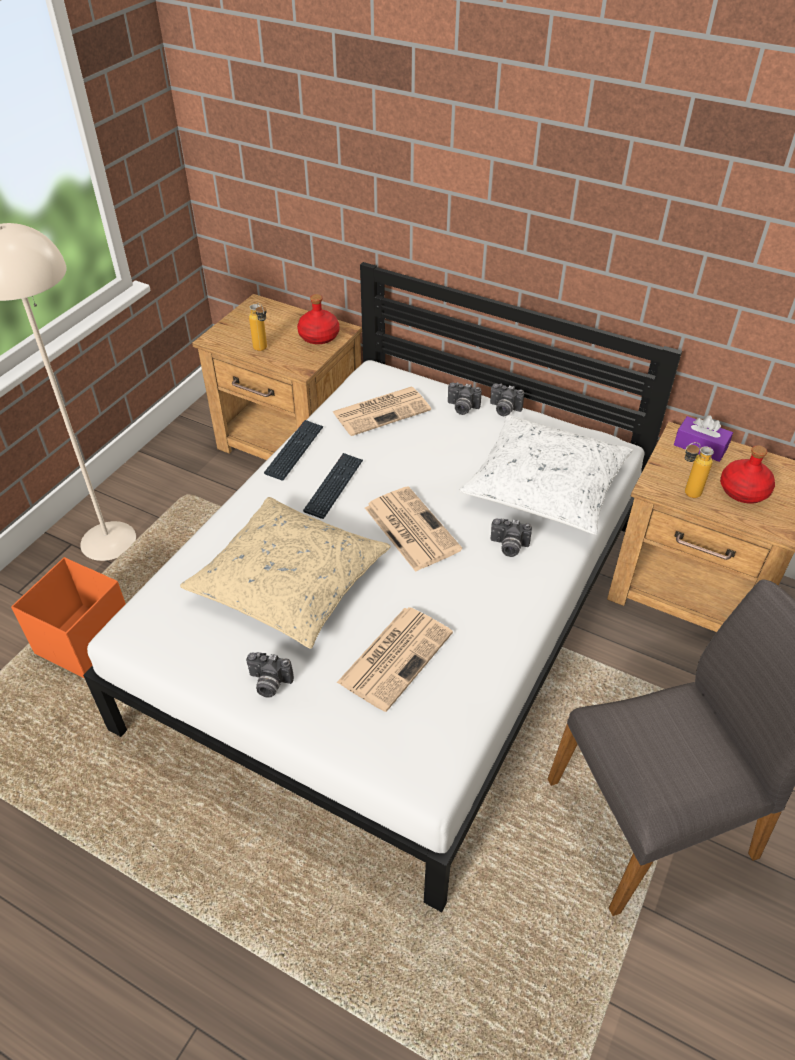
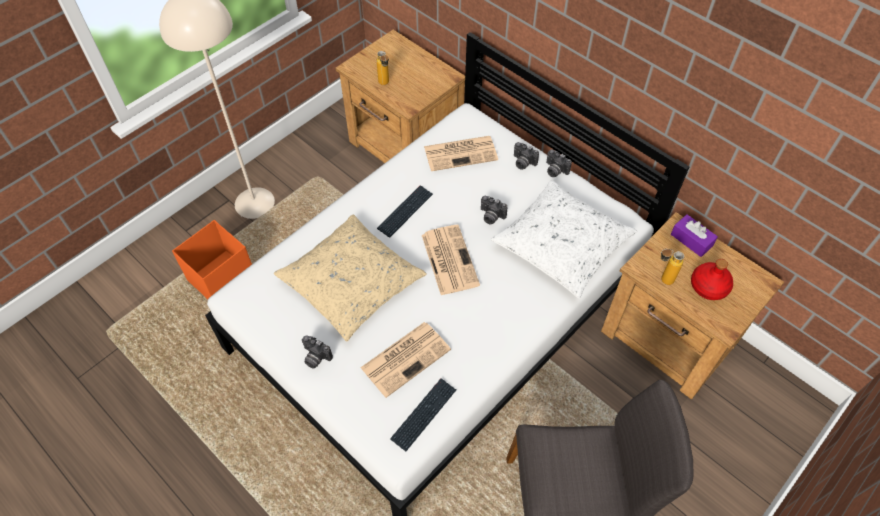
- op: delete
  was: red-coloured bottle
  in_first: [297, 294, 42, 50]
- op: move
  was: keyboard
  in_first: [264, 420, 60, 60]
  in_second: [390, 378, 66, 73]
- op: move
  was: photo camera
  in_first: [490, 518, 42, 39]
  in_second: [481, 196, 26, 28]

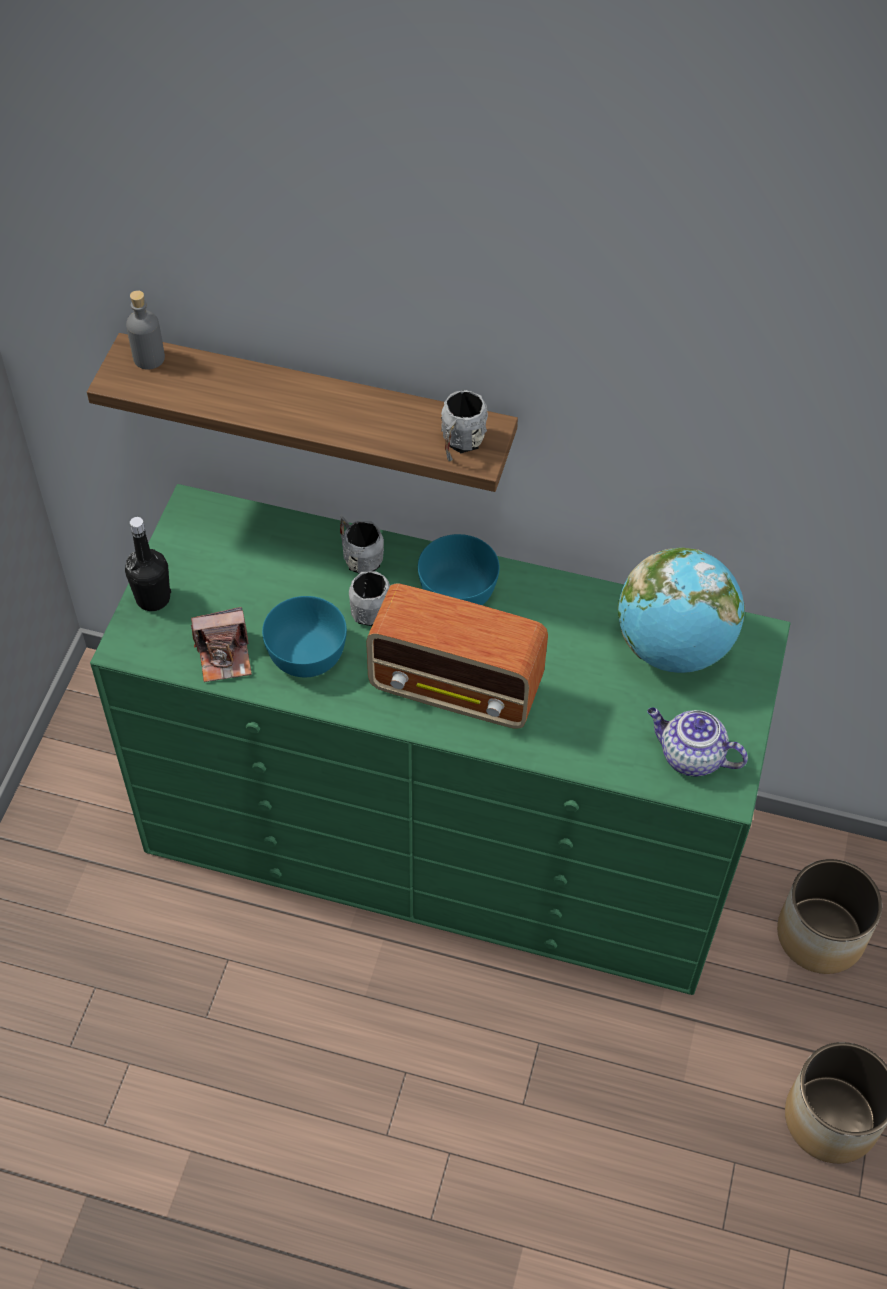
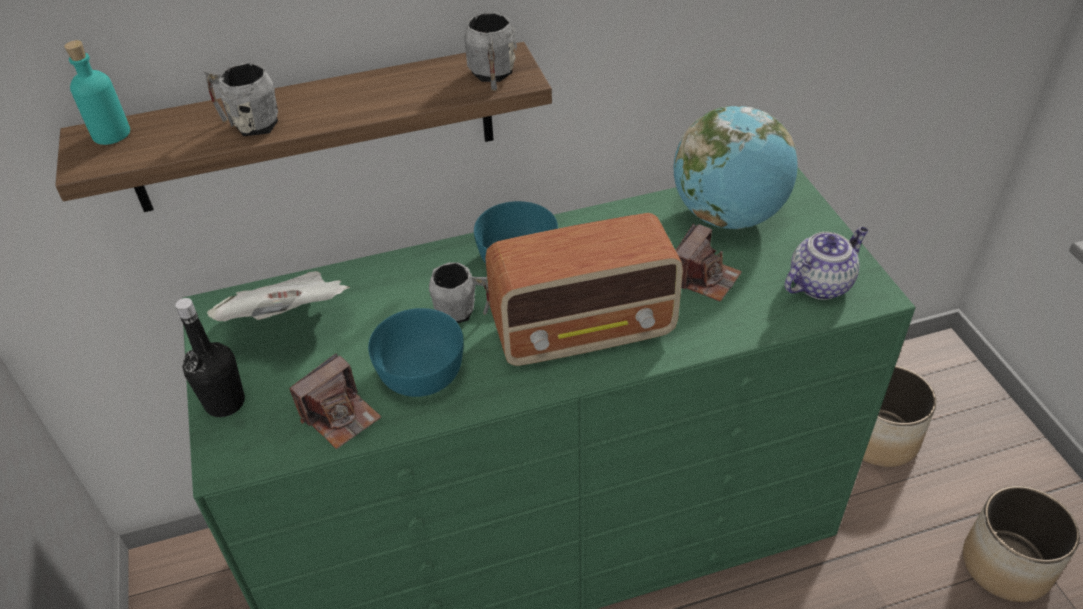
- op: insert
  now: printed paper
  in_second: [207, 271, 143, 50]
- op: insert
  now: photo camera
  in_second: [676, 223, 66, 79]
- op: move
  was: greyish mug
  in_first: [340, 514, 44, 59]
  in_second: [203, 62, 75, 74]
- op: recolor
  was: greyish bottle
  now: turquoise bottle
  in_first: [126, 290, 39, 80]
  in_second: [64, 40, 66, 105]
- op: rotate
  was: teapot
  in_first: [647, 707, 101, 70]
  in_second: [784, 227, 84, 73]
  clockwise: 150

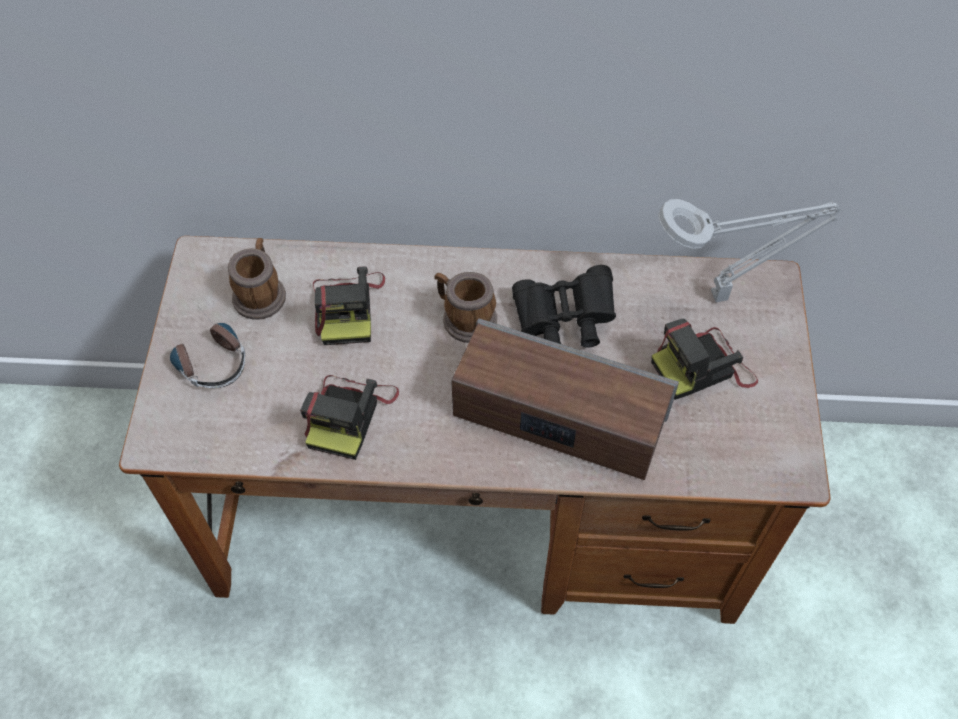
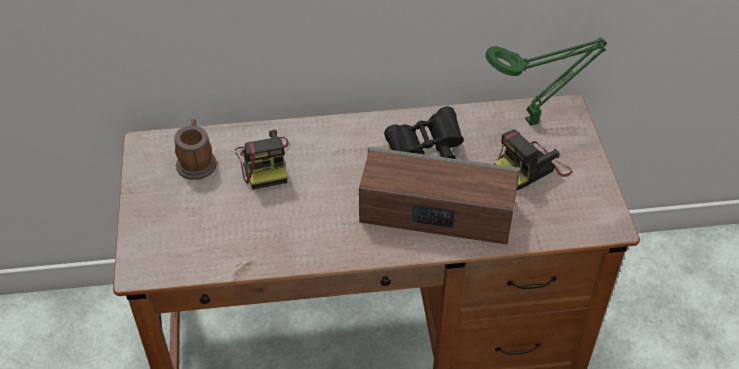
- op: delete
  was: pair of headphones
  in_first: [170, 310, 76, 78]
- op: delete
  was: photo camera
  in_first: [300, 375, 99, 85]
- op: delete
  was: mug
  in_first: [434, 272, 63, 71]
- op: recolor
  was: greyish table lamp
  now: greenish table lamp
  in_first: [658, 199, 183, 103]
  in_second: [485, 38, 122, 88]

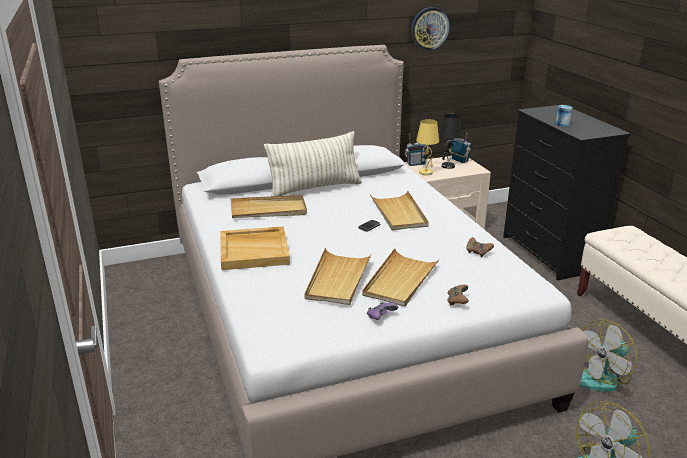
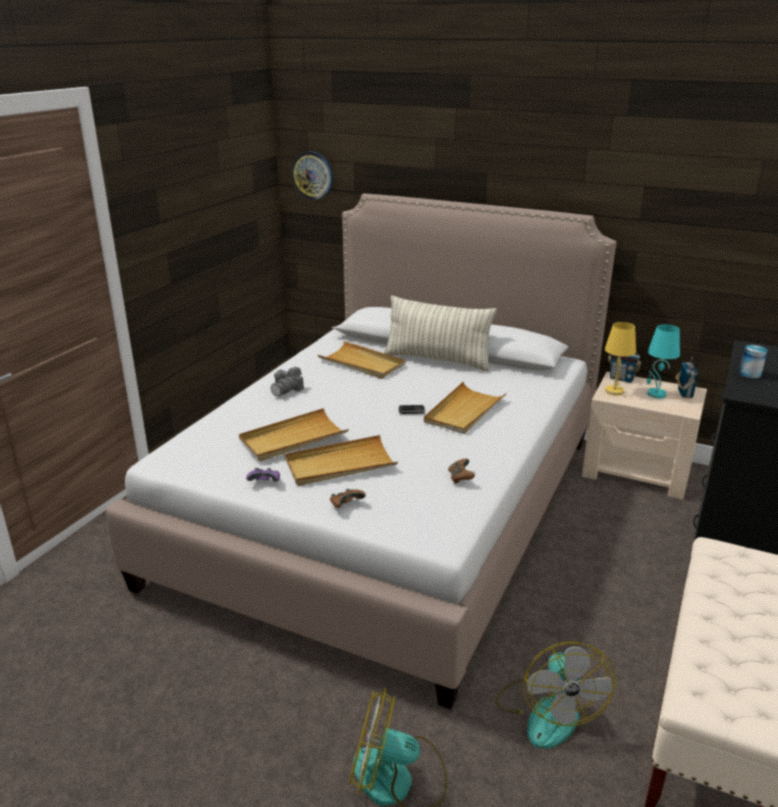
- op: move
  was: clock on the wall
  in_first: [411, 7, 39, 43]
  in_second: [291, 151, 42, 49]
- op: replace
  was: sand-coloured serving tray
  now: photo camera
  in_first: [221, 226, 69, 44]
  in_second: [271, 367, 33, 29]
- op: recolor
  was: blackish table lamp
  now: turquoise table lamp
  in_first: [439, 114, 23, 55]
  in_second: [647, 324, 33, 74]
- op: rotate
  was: electric fan
  in_first: [580, 319, 57, 73]
  in_second: [495, 642, 121, 107]
  clockwise: -105

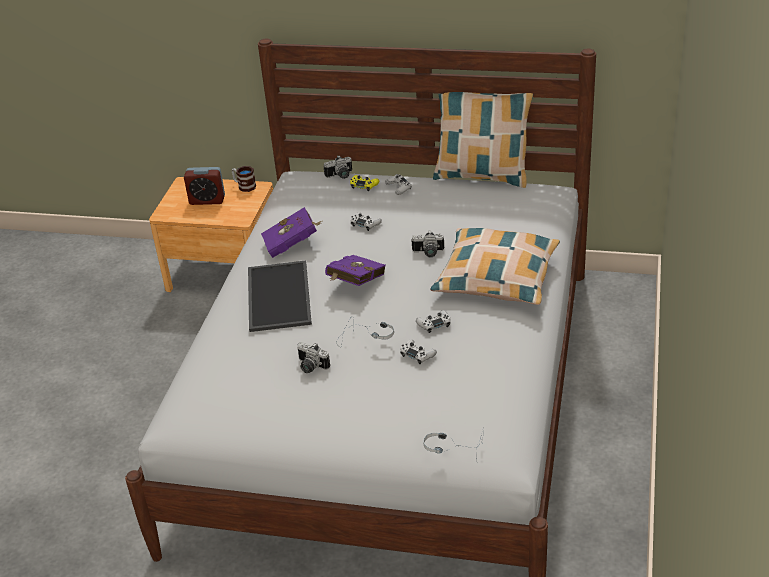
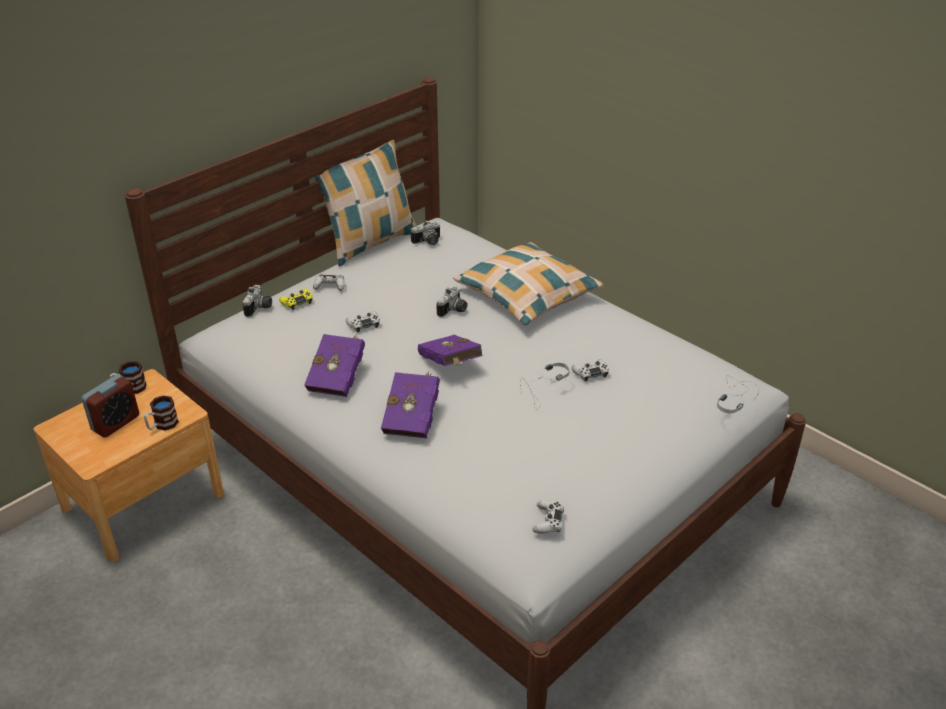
- op: insert
  now: mug
  in_second: [144, 395, 35, 36]
- op: move
  was: photo camera
  in_first: [297, 342, 33, 31]
  in_second: [411, 220, 29, 25]
- op: move
  was: whitish joypad
  in_first: [416, 310, 35, 23]
  in_second: [533, 501, 31, 33]
- op: replace
  was: serving tray
  now: purple-coloured book
  in_first: [248, 261, 64, 71]
  in_second: [381, 371, 59, 67]

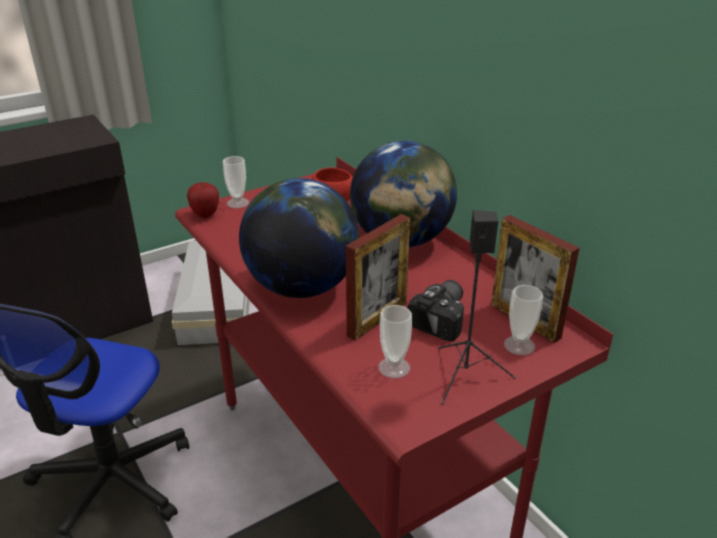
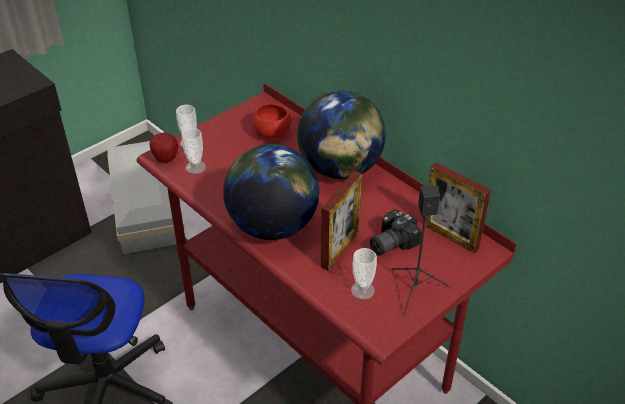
- op: move
  was: cup
  in_first: [504, 285, 39, 70]
  in_second: [182, 128, 24, 46]
- op: rotate
  was: photo camera
  in_first: [407, 280, 57, 62]
  in_second: [370, 209, 52, 46]
  clockwise: -150

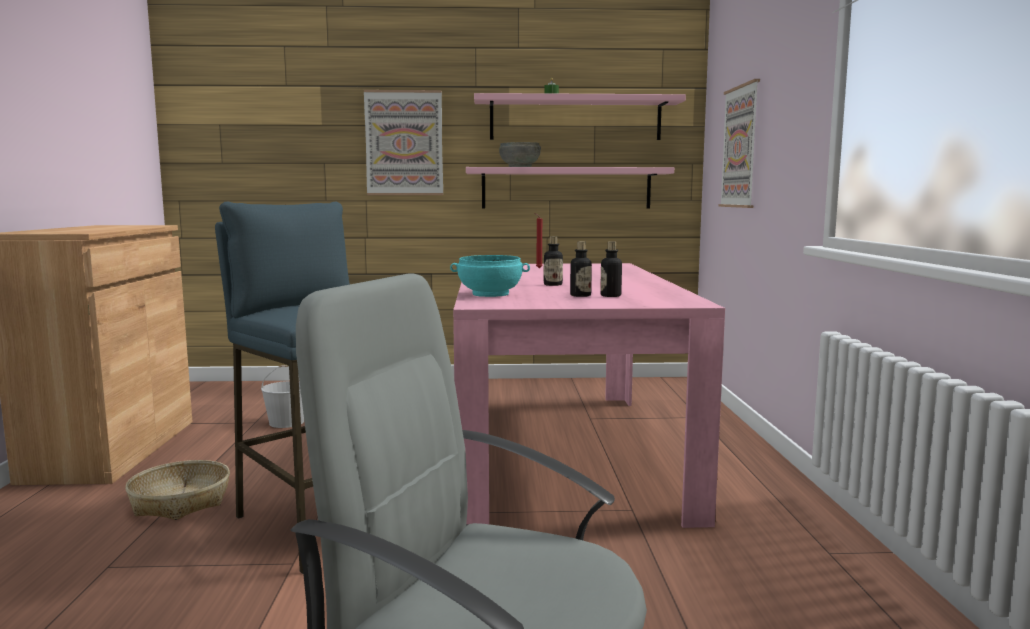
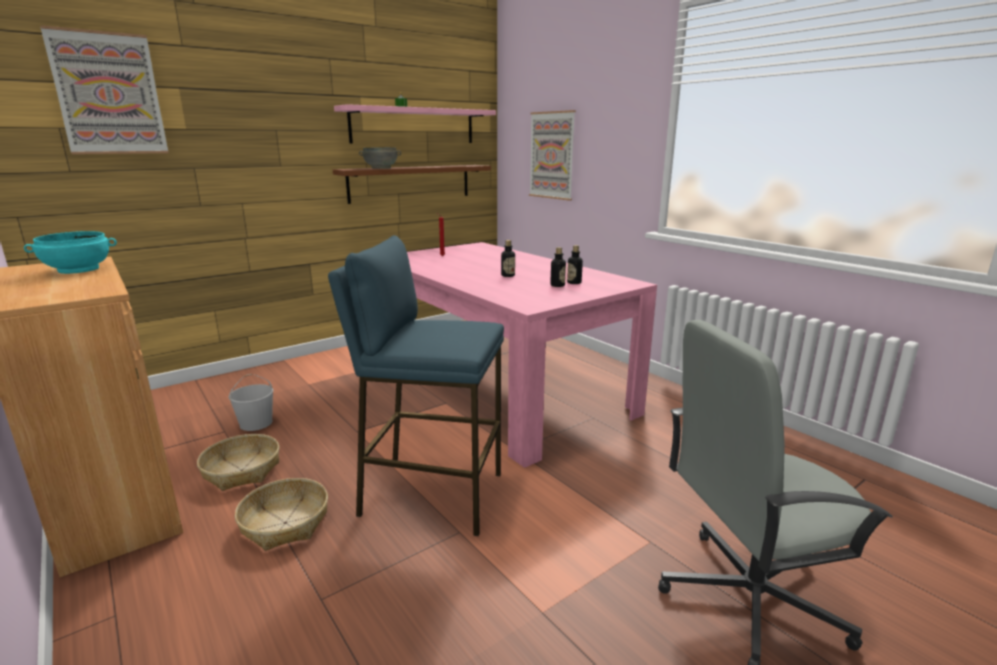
- op: insert
  now: household basket
  in_second: [197, 434, 82, 57]
- op: move
  was: wall art
  in_first: [364, 90, 79, 105]
  in_second: [40, 25, 129, 129]
- op: move
  was: turquoise deep dish
  in_first: [450, 255, 80, 42]
  in_second: [24, 231, 93, 43]
- op: recolor
  was: pinkish wall shelf
  now: brown-coloured wall shelf
  in_first: [466, 167, 208, 42]
  in_second: [333, 165, 158, 39]

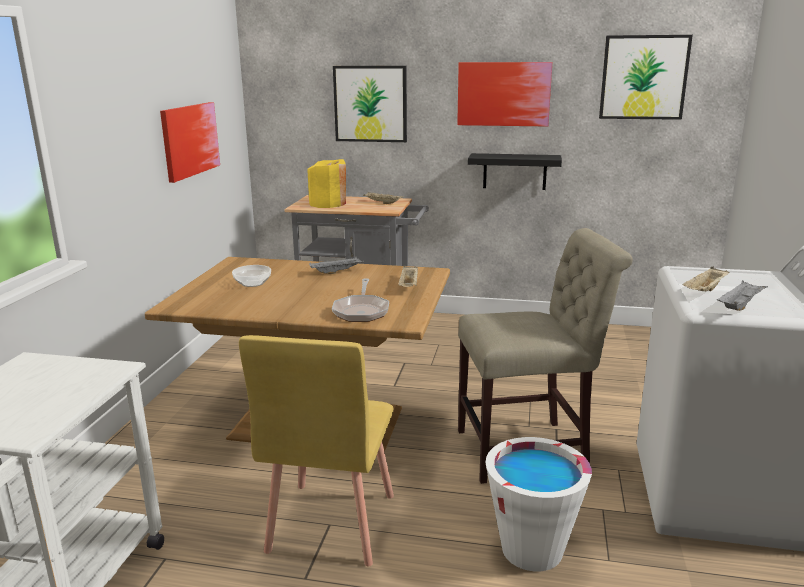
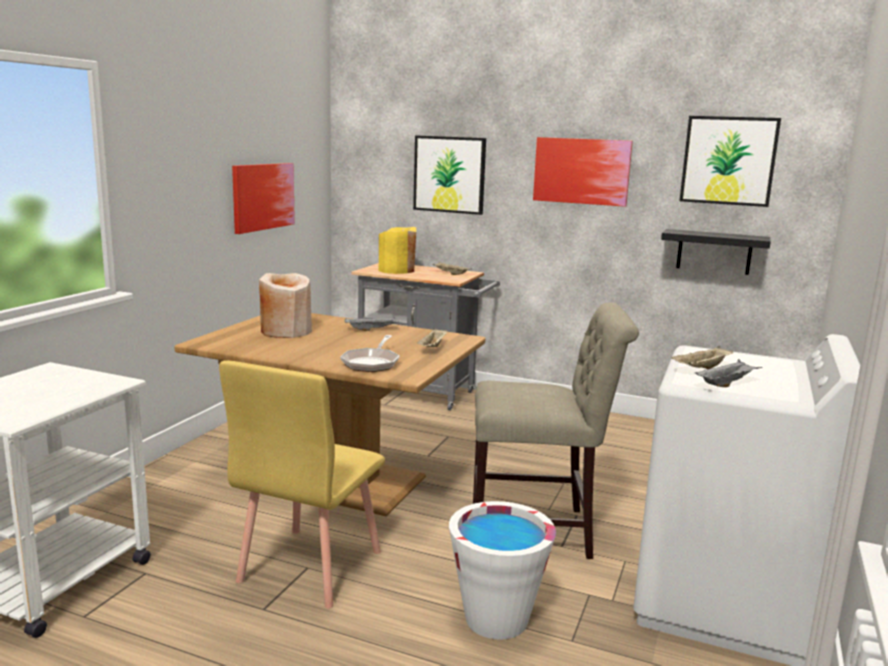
- op: move
  was: blackish wall shelf
  in_first: [468, 153, 94, 37]
  in_second: [661, 229, 110, 46]
- op: replace
  was: deep dish
  now: sand-coloured flower vase
  in_first: [232, 265, 39, 22]
  in_second: [259, 273, 53, 65]

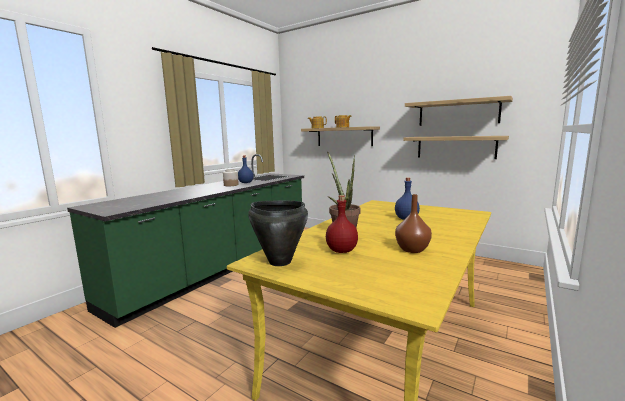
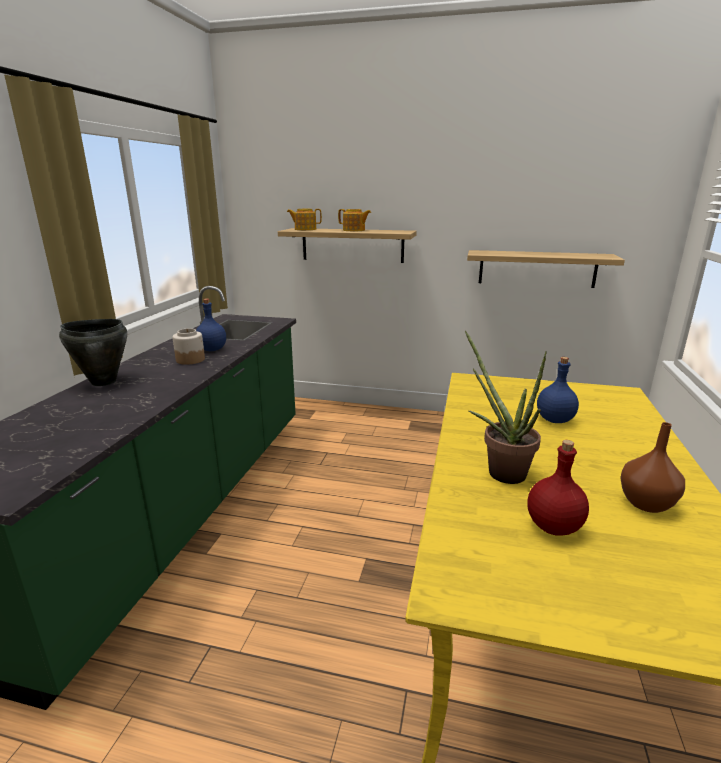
- op: delete
  was: wall shelf
  in_first: [405, 96, 108, 30]
- op: move
  was: blackish cooking pot
  in_first: [248, 201, 60, 65]
  in_second: [59, 319, 68, 67]

